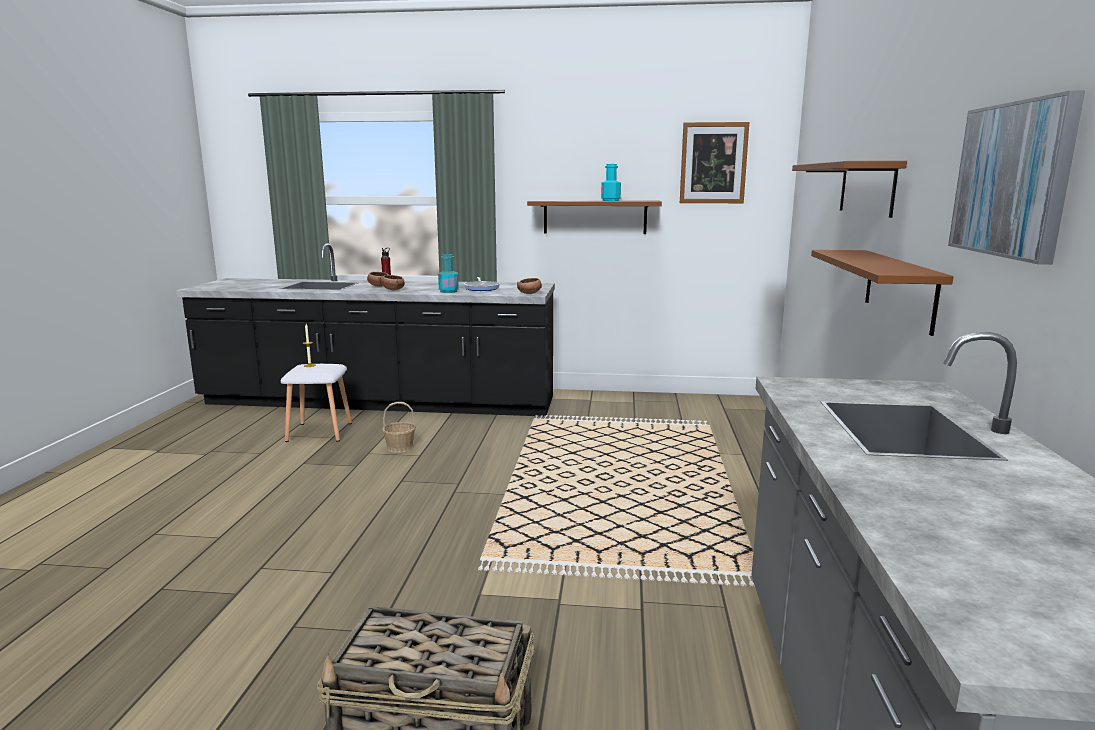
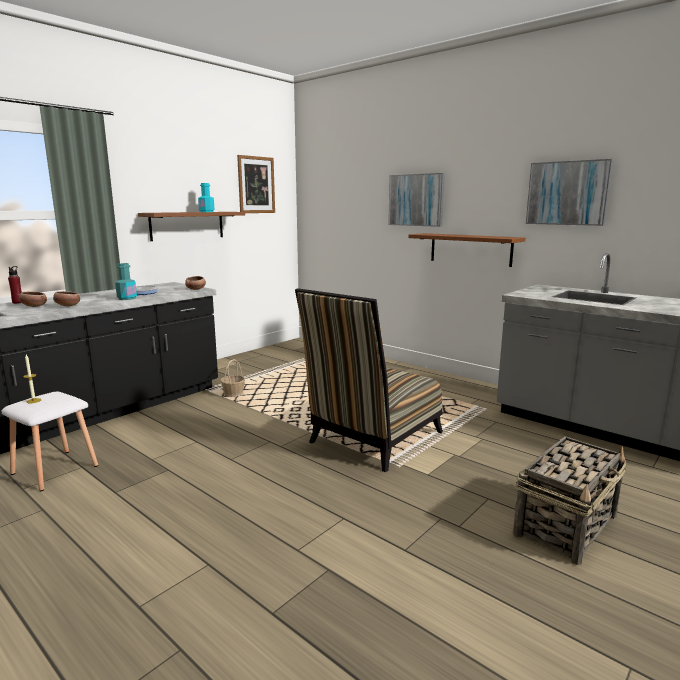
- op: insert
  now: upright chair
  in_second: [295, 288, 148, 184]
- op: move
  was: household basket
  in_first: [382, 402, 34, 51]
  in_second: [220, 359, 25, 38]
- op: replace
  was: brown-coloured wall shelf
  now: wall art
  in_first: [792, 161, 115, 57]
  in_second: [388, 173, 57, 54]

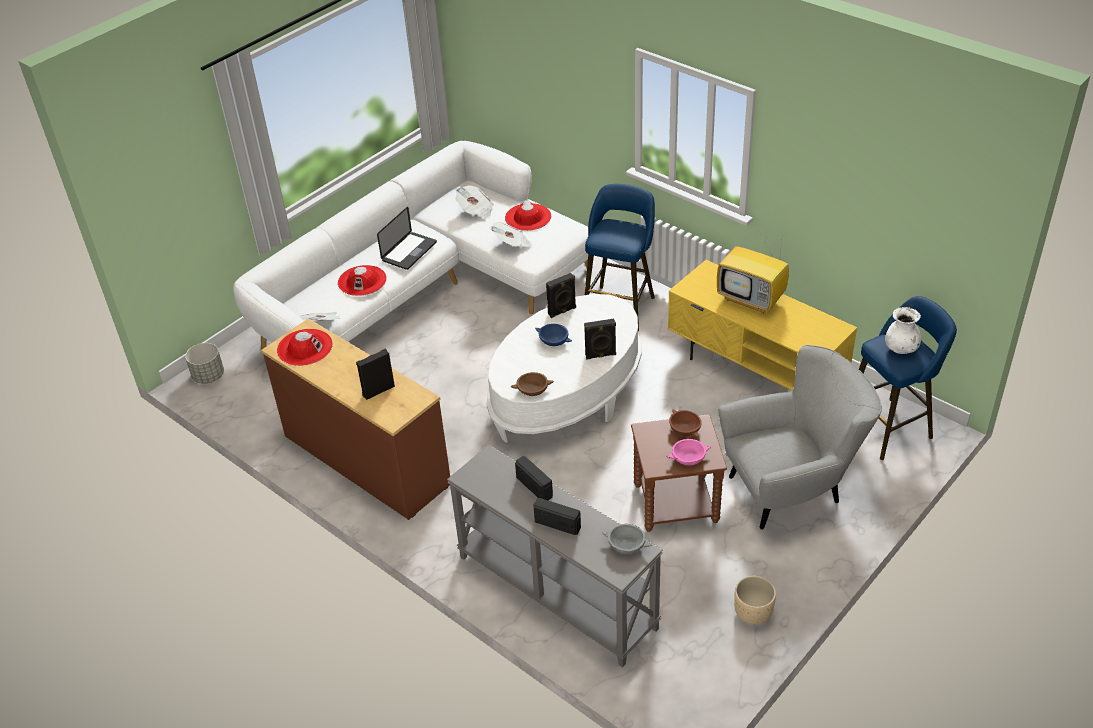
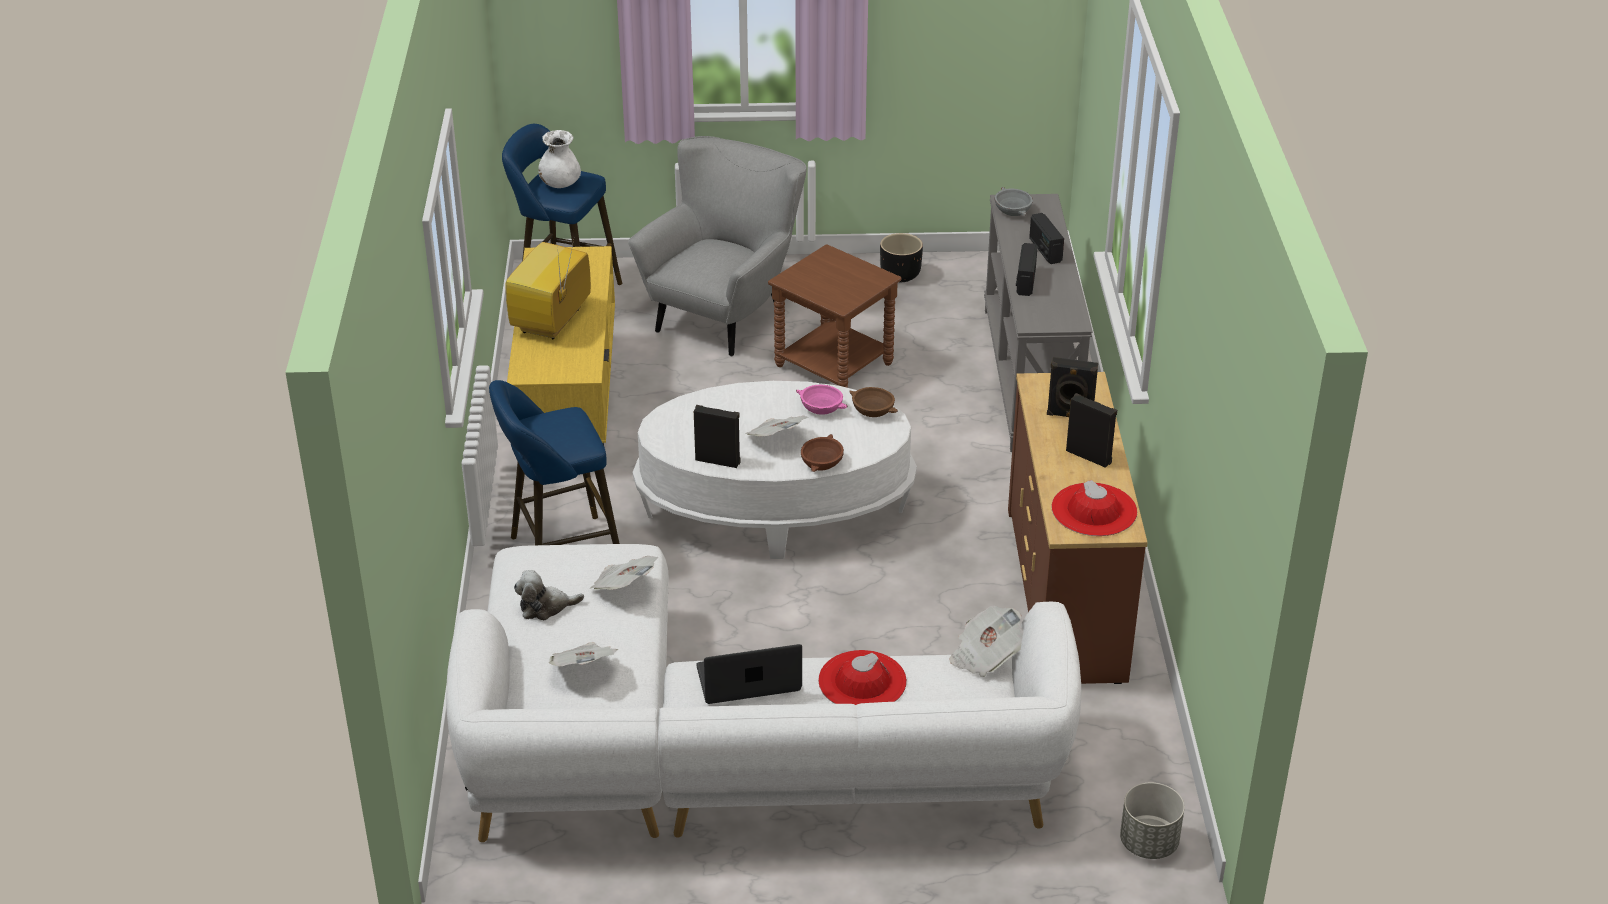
- op: move
  was: blackish audio speaker
  in_first: [584, 319, 32, 41]
  in_second: [1066, 393, 51, 75]
- op: move
  was: pinkish deep dish
  in_first: [667, 439, 44, 26]
  in_second: [796, 385, 52, 29]
- op: move
  was: brown-coloured deep dish
  in_first: [669, 410, 33, 27]
  in_second: [801, 434, 43, 38]
- op: replace
  was: red-coloured wearable hat
  now: plush toy
  in_first: [505, 201, 46, 30]
  in_second: [514, 570, 70, 50]
- op: replace
  was: bluish deep dish
  now: printed paper
  in_first: [535, 324, 37, 22]
  in_second: [745, 416, 63, 20]
- op: recolor
  was: sand-coloured planter
  now: blackish planter
  in_first: [734, 576, 42, 49]
  in_second: [880, 233, 43, 49]
- op: rotate
  was: television
  in_first: [717, 232, 72, 81]
  in_second: [506, 240, 85, 100]
  clockwise: -150
- op: rotate
  was: greyish easy chair
  in_first: [718, 345, 164, 185]
  in_second: [628, 136, 179, 220]
  clockwise: 90

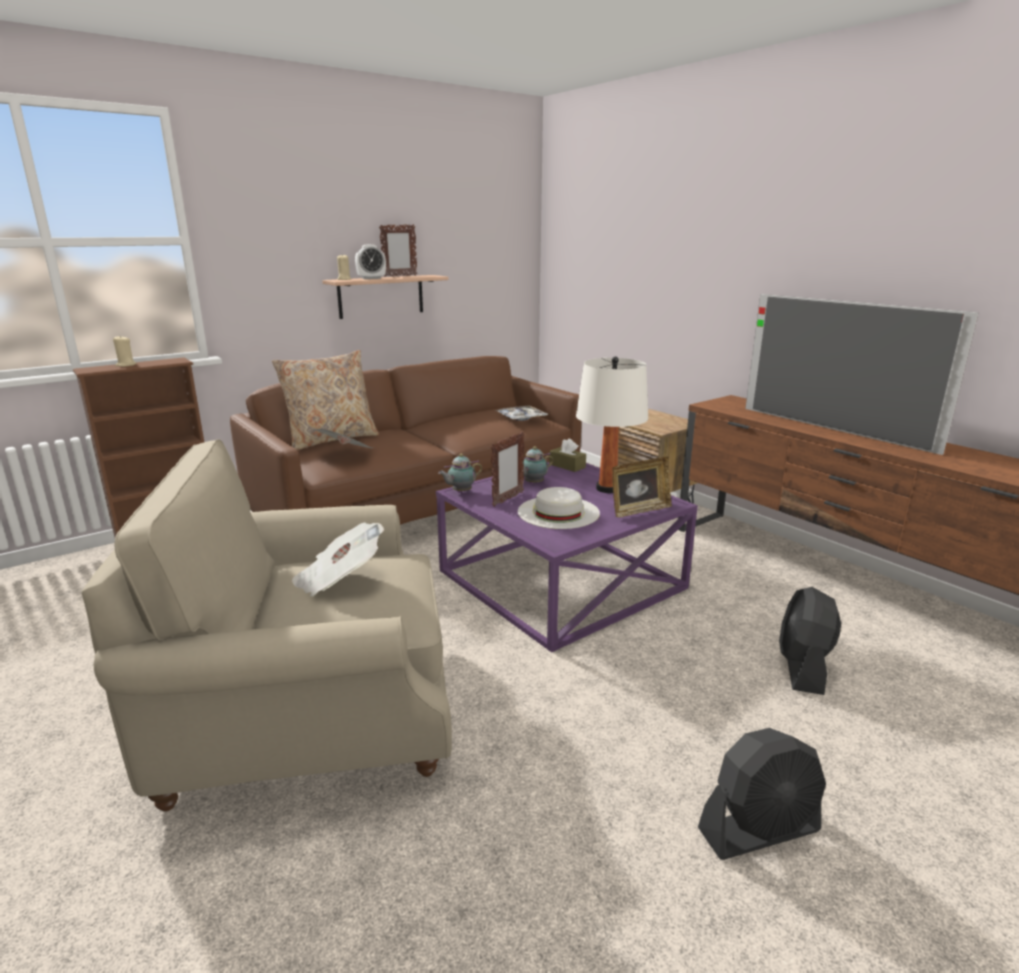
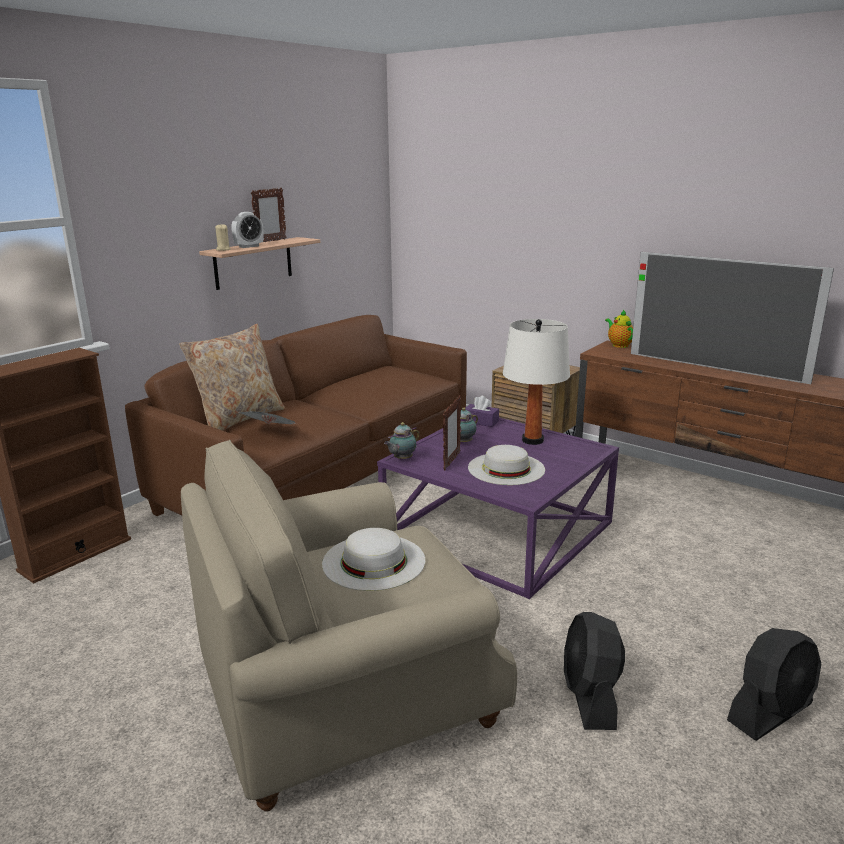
- op: delete
  was: sand-coloured wax candle
  in_first: [113, 336, 24, 31]
- op: delete
  was: serving tray
  in_first: [495, 406, 53, 15]
- op: delete
  was: photo frame
  in_first: [612, 457, 60, 60]
- op: insert
  now: teapot
  in_second: [605, 309, 28, 39]
- op: move
  was: blackish electric fan
  in_first: [779, 587, 62, 108]
  in_second: [564, 612, 61, 118]
- op: replace
  was: printed paper
  now: whitish wearable hat
  in_first: [292, 523, 92, 74]
  in_second: [322, 528, 103, 63]
- op: recolor
  was: brown-coloured tissue holder
  now: purple-coloured tissue holder
  in_first: [549, 438, 37, 34]
  in_second: [466, 396, 33, 31]

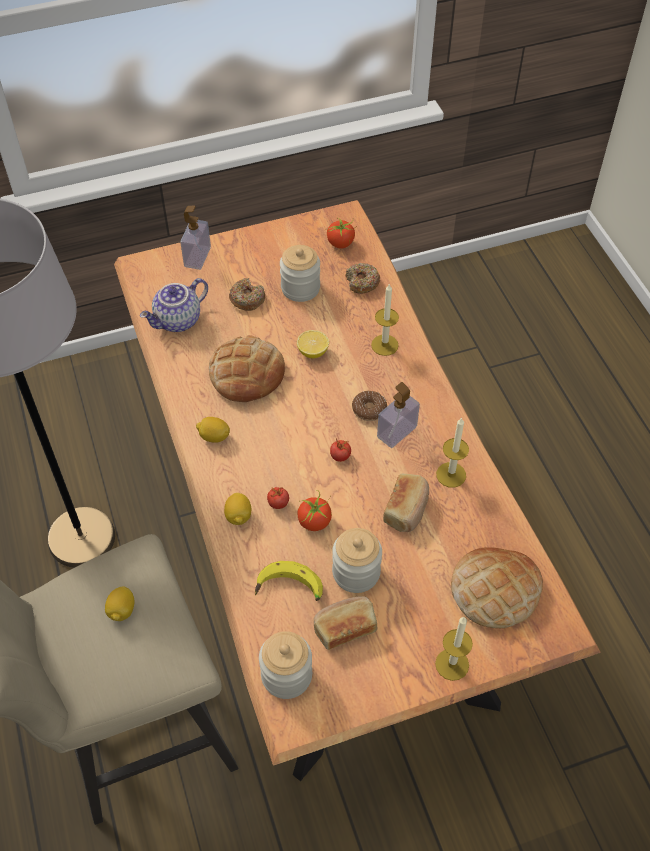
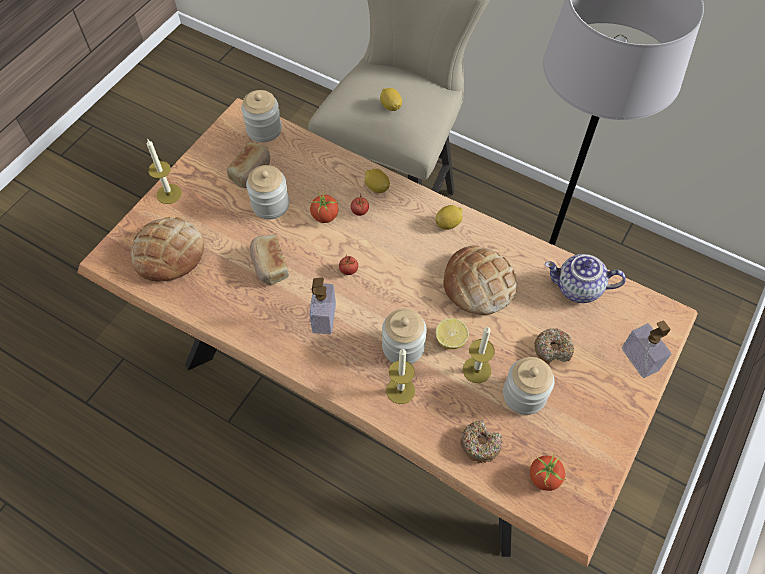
- op: delete
  was: whole banana
  in_first: [255, 561, 68, 40]
- op: delete
  was: ring doughnut
  in_first: [352, 391, 35, 30]
- op: insert
  now: jar
  in_second: [382, 308, 45, 56]
- op: move
  was: wax candle
  in_first: [436, 417, 33, 71]
  in_second: [463, 327, 32, 56]
- op: rotate
  was: teapot
  in_first: [140, 278, 68, 54]
  in_second: [545, 254, 81, 49]
  clockwise: -90

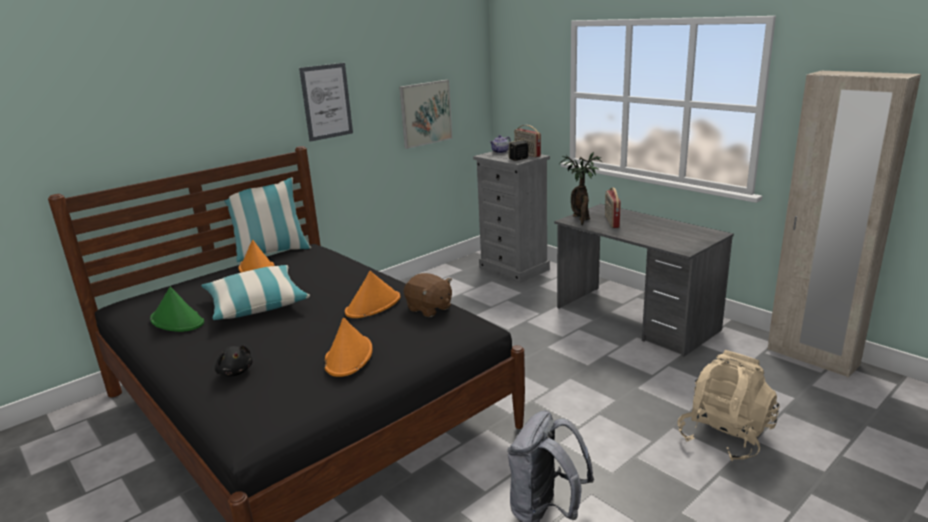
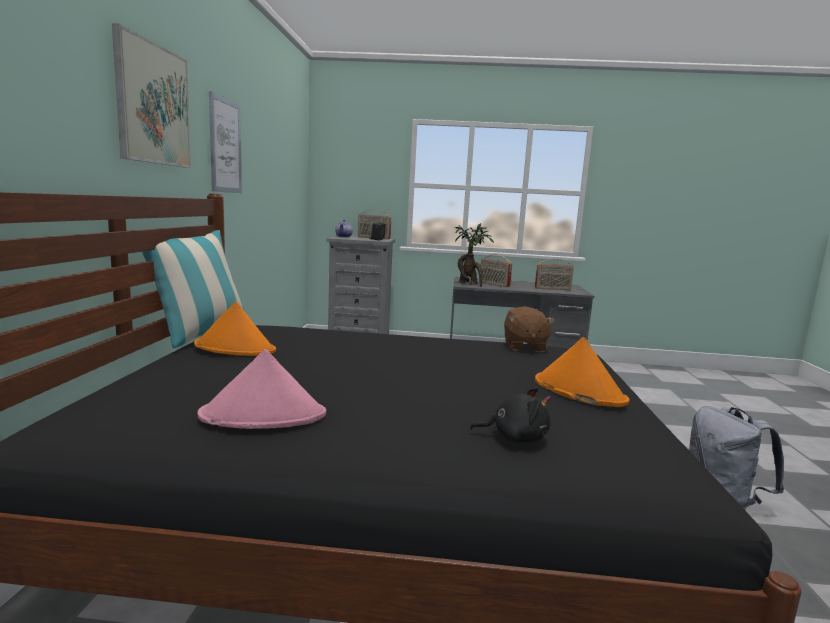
- op: delete
  was: throw pillow
  in_first: [201, 265, 109, 55]
- op: delete
  was: orange-coloured wearable hat
  in_first: [345, 271, 55, 47]
- op: delete
  was: sand-coloured rucksack
  in_first: [677, 350, 102, 111]
- op: delete
  was: sand-coloured clothes cupboard
  in_first: [767, 71, 154, 307]
- op: insert
  now: radio receiver
  in_second: [535, 259, 39, 31]
- op: move
  was: wall art
  in_first: [399, 80, 53, 69]
  in_second: [112, 23, 79, 145]
- op: recolor
  was: greenish wearable hat
  now: pinkish wearable hat
  in_first: [150, 287, 54, 45]
  in_second: [197, 349, 129, 80]
- op: rotate
  was: brown-coloured plush toy
  in_first: [404, 273, 48, 44]
  in_second: [504, 306, 51, 46]
  clockwise: 90

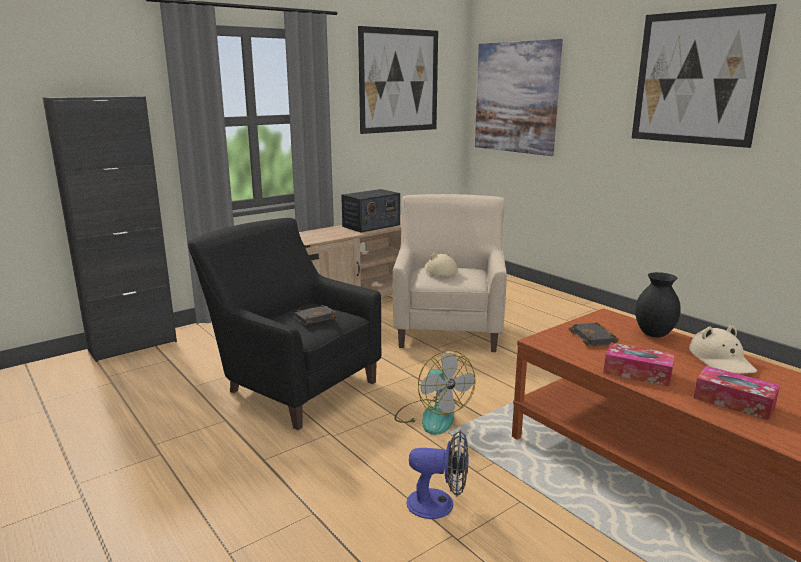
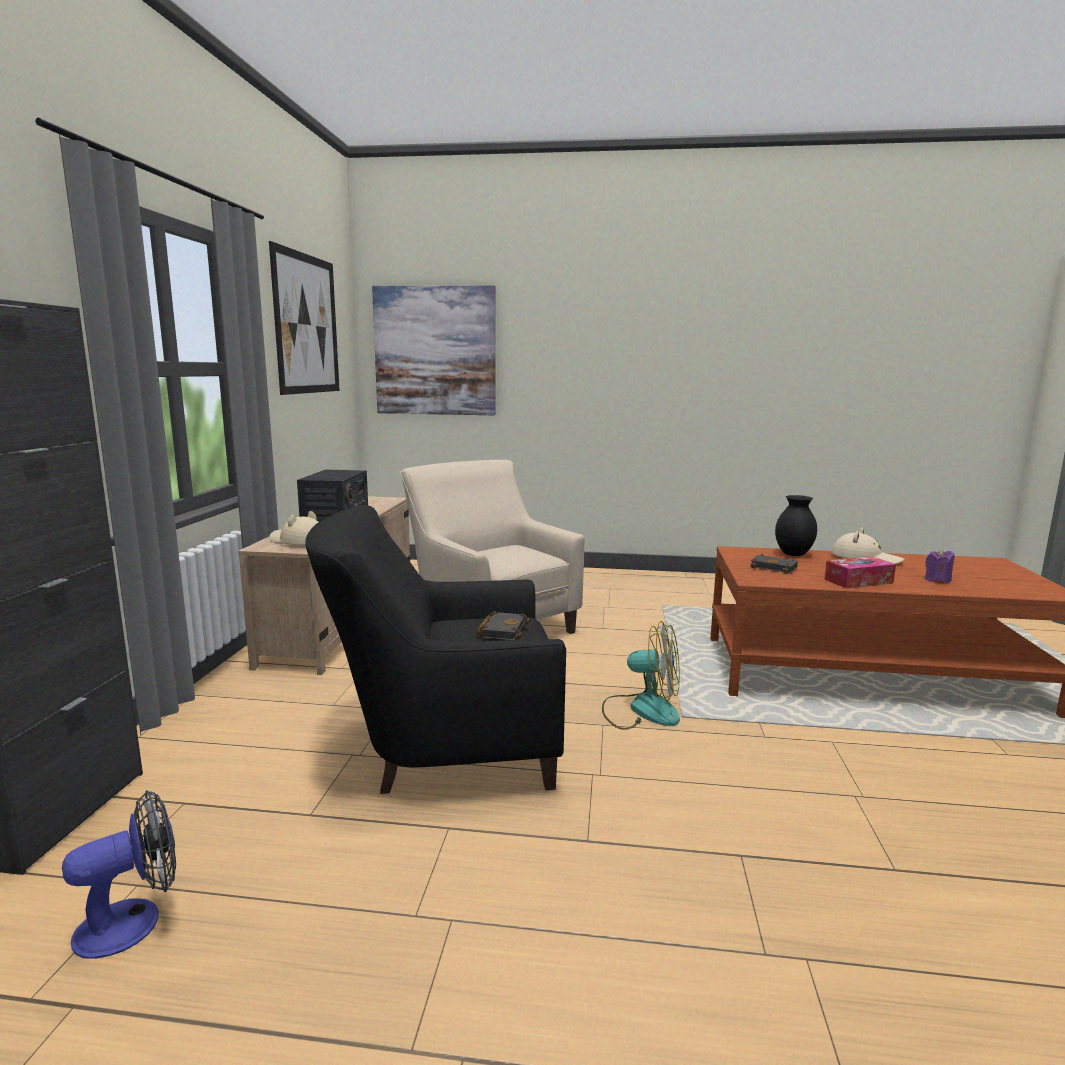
- op: delete
  was: wall art
  in_first: [632, 4, 145, 144]
- op: move
  was: electric fan
  in_first: [407, 430, 62, 89]
  in_second: [62, 790, 114, 169]
- op: move
  was: sand-coloured wearable hat
  in_first: [425, 251, 33, 25]
  in_second: [269, 511, 49, 34]
- op: replace
  was: tissue holder
  now: purple-coloured wax candle
  in_first: [694, 366, 86, 55]
  in_second: [925, 549, 29, 34]

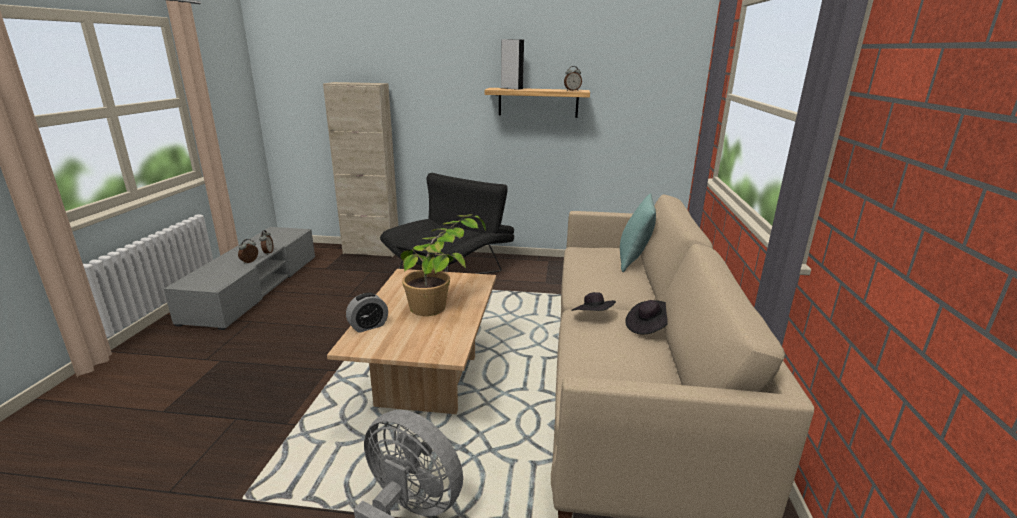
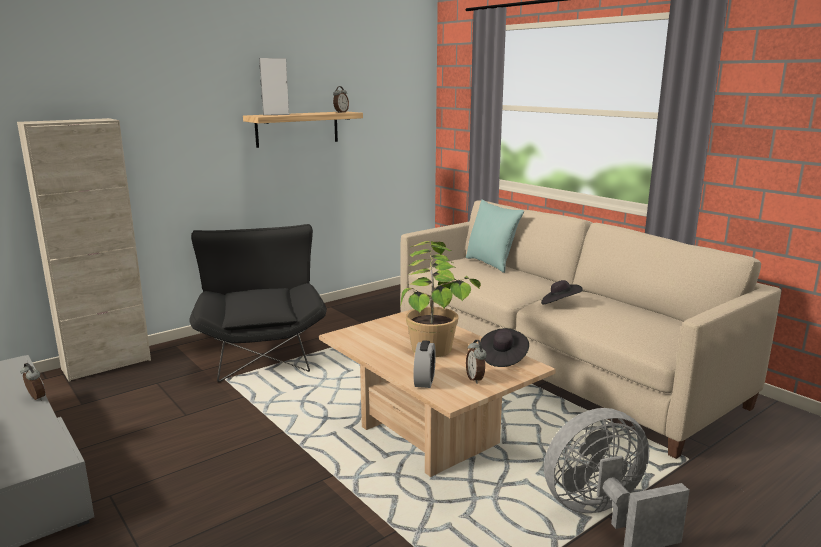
- op: move
  was: table clock
  in_first: [238, 239, 20, 24]
  in_second: [466, 340, 21, 44]
- op: move
  was: blackish wearable hat
  in_first: [625, 300, 42, 34]
  in_second: [481, 328, 48, 39]

